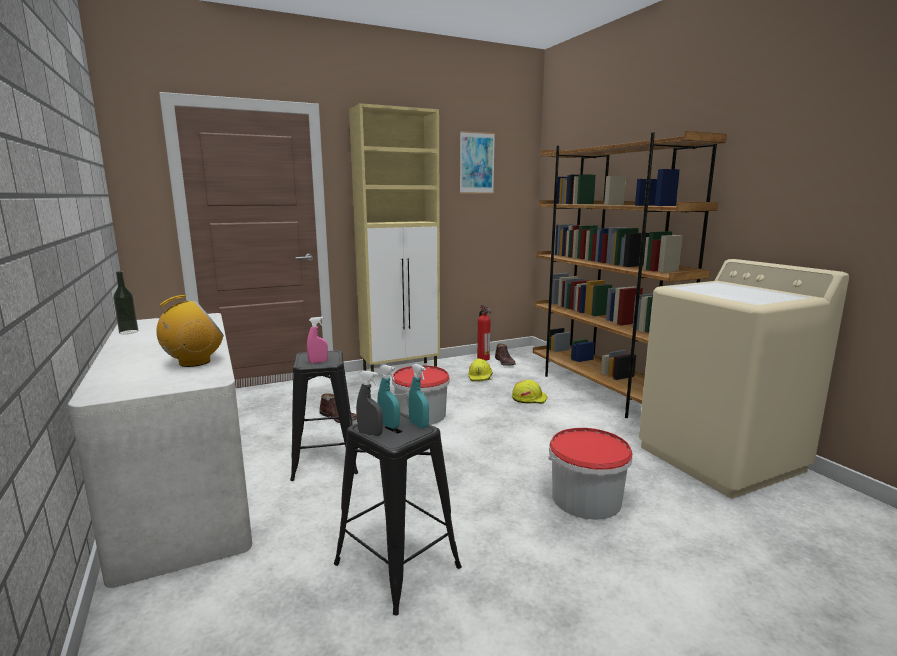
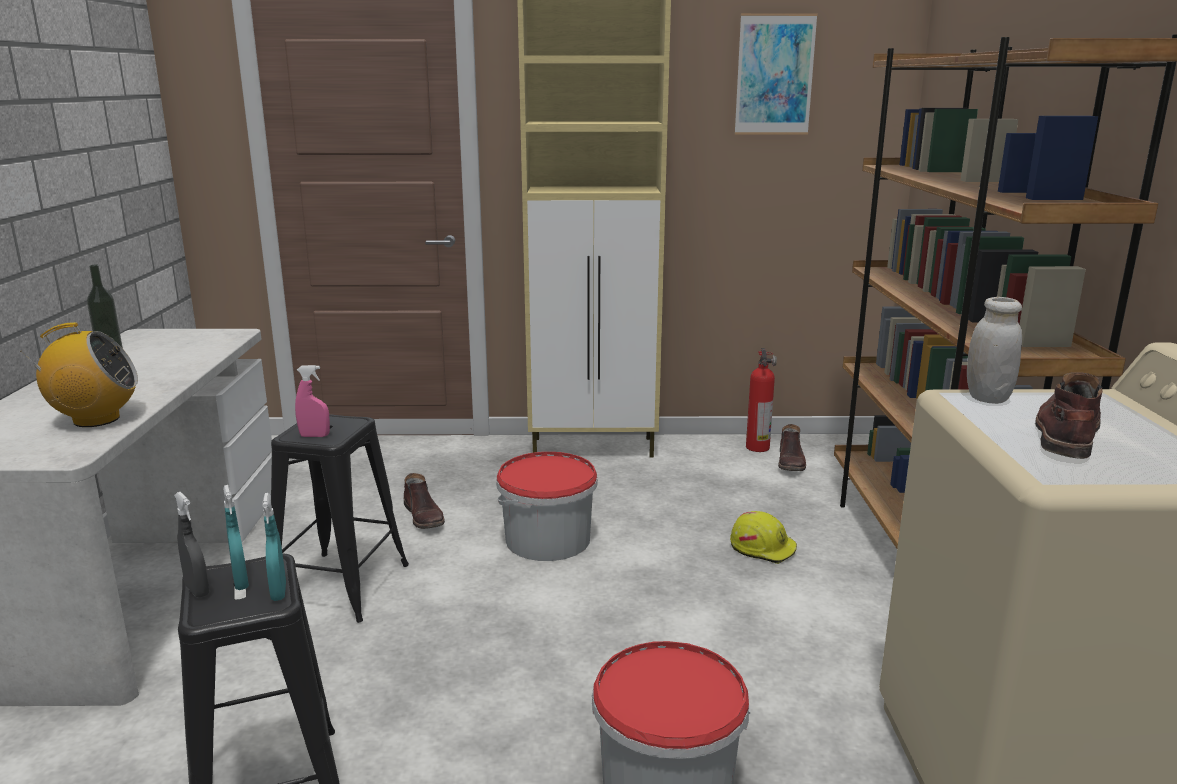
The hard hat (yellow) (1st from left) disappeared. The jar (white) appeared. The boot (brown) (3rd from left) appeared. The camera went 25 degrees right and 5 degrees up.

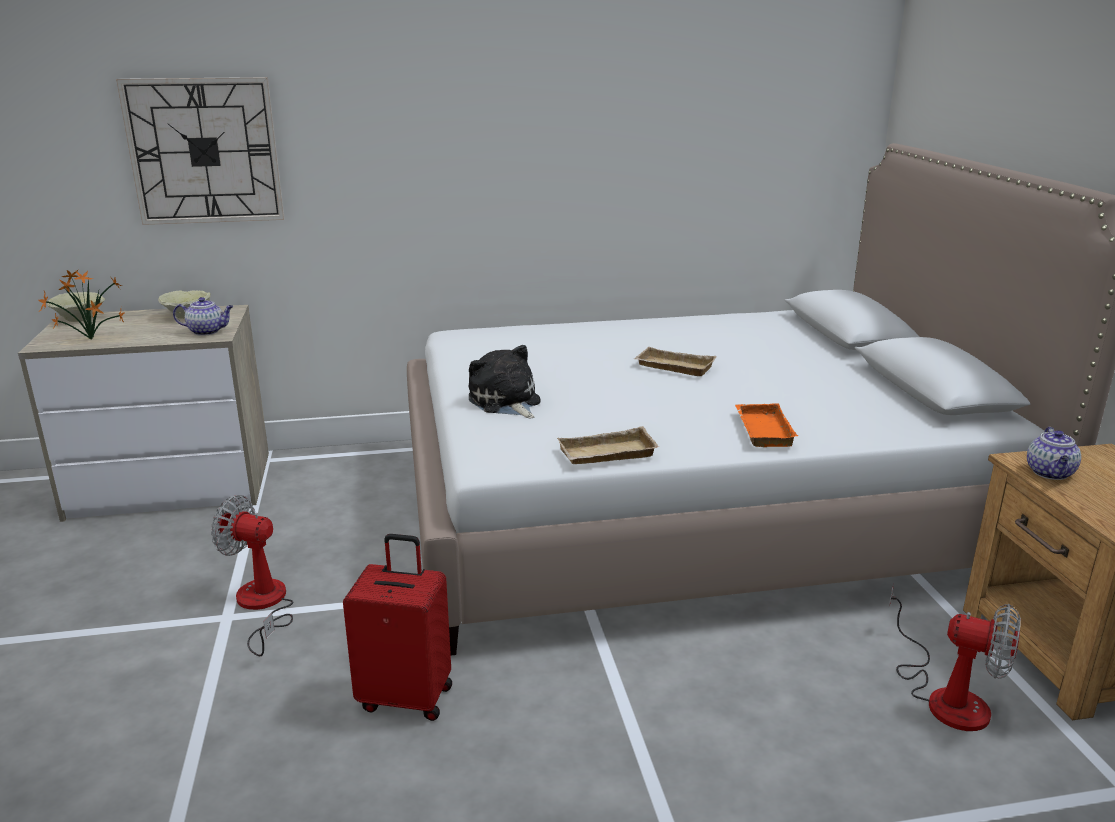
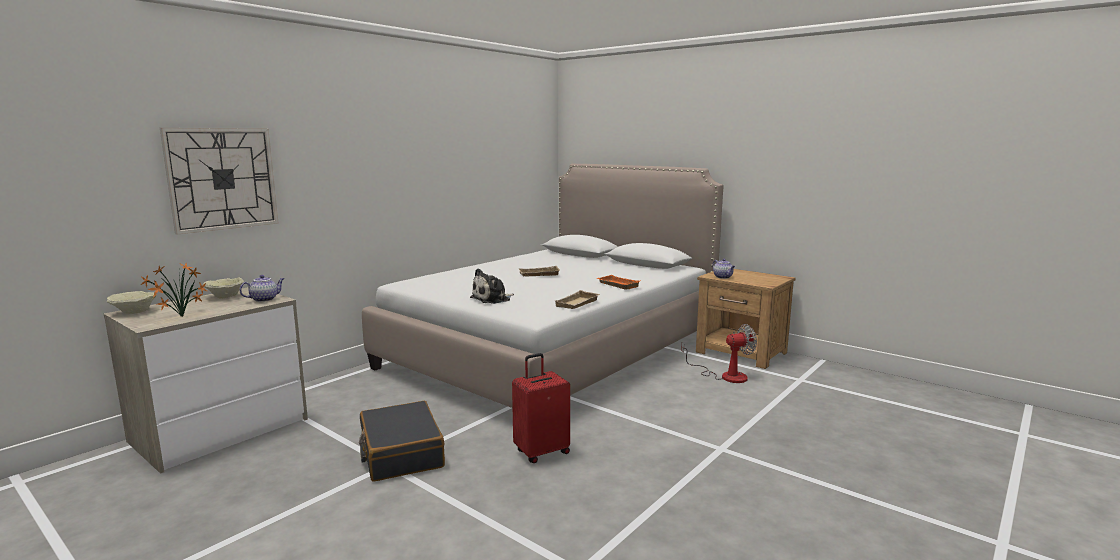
The plush toy turned 60 degrees counterclockwise. The fan (1st from left) was replaced by the suitcase (black). The camera went 40 degrees left and 10 degrees down.

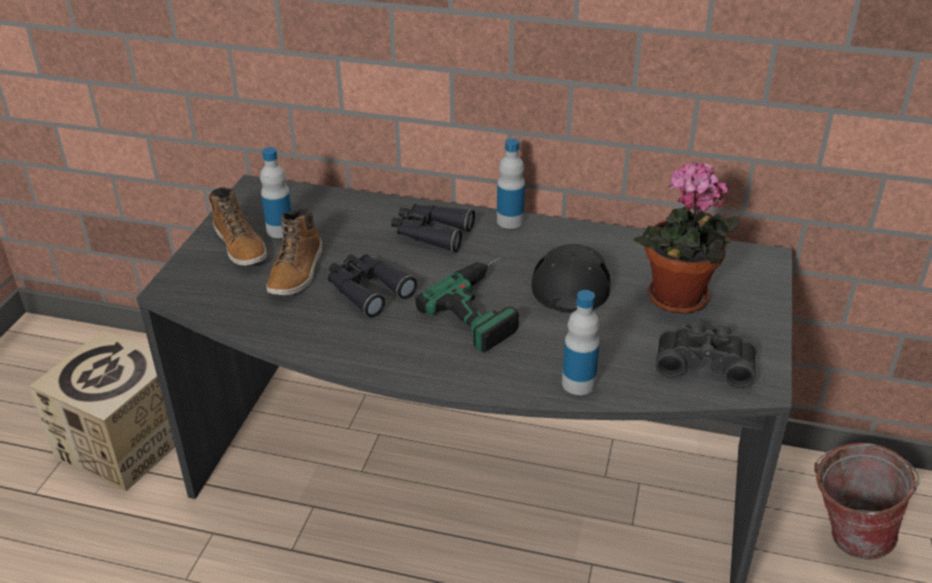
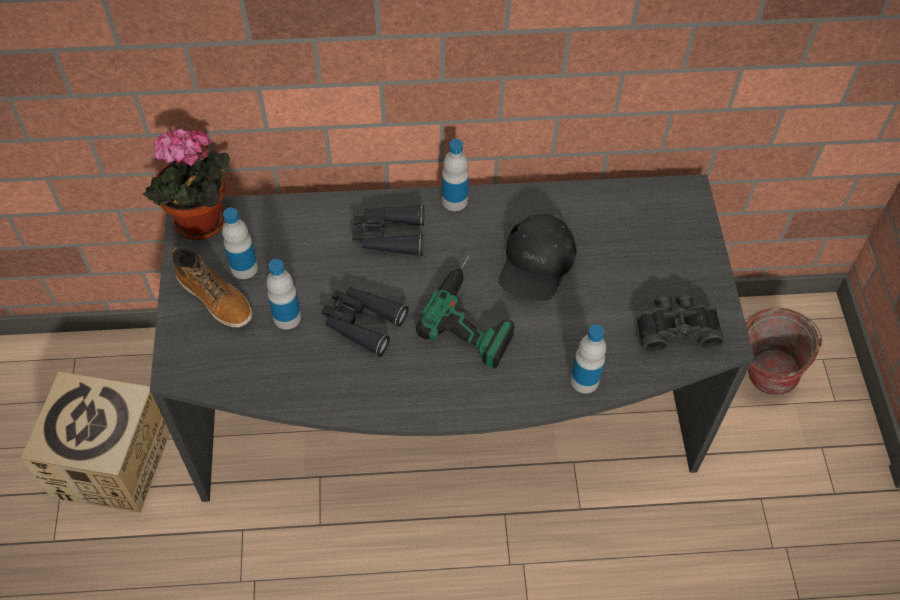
The potted plant moved. The boot (2nd from left) was replaced by the bottle (2nd from left). The cap (black) turned 150 degrees counterclockwise. The camera went 20 degrees left and 20 degrees up.

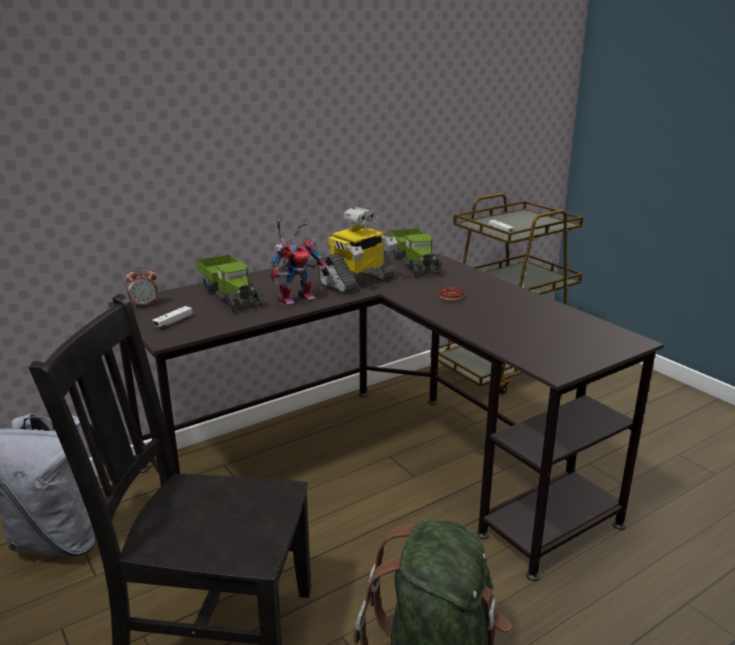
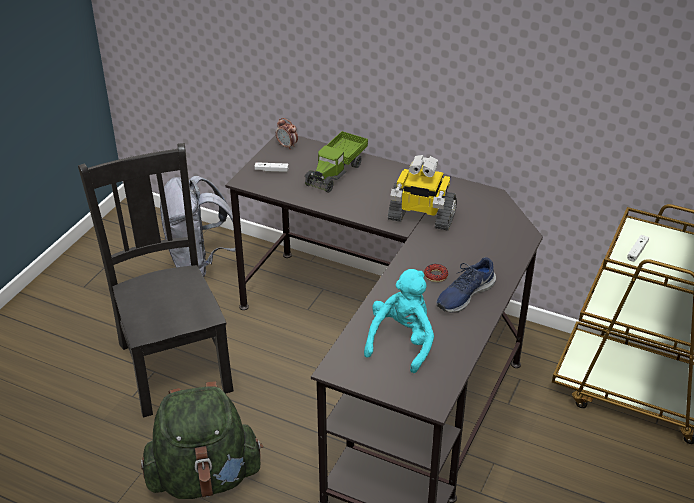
The toy robot (1st from left) disappeared. The toy truck (2nd from left) disappeared. The shoe (blue) appeared. The plush toy (turquoise) appeared. The camera went 60 degrees right and 15 degrees up.

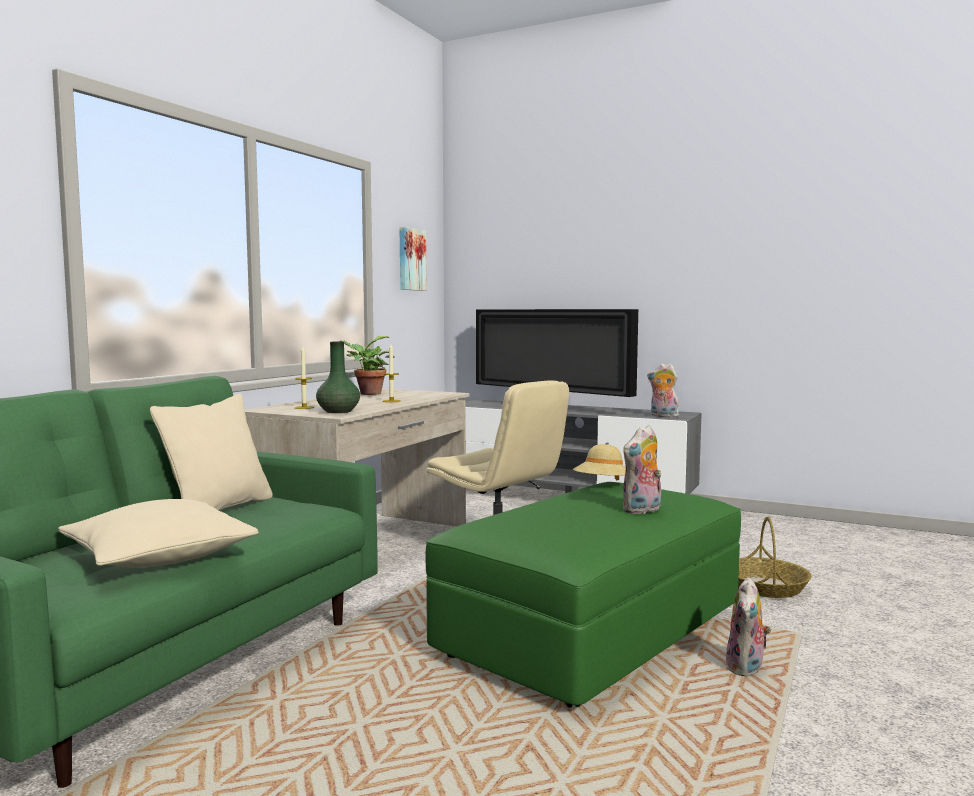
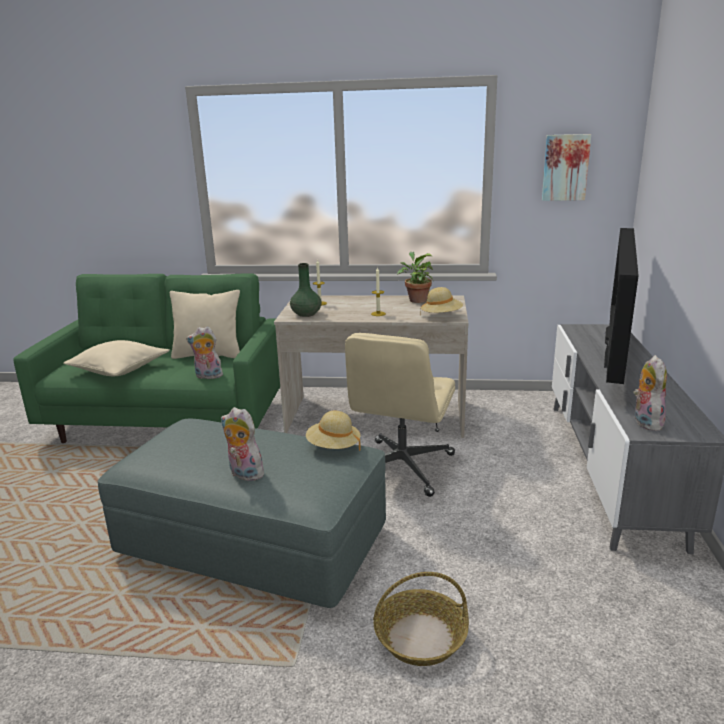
The ottoman (green) became the ottoman (grey). The plush toy (3rd from left in the first image) moved. The hat (beige) (2nd from left) appeared. The camera went 70 degrees right and 15 degrees up.

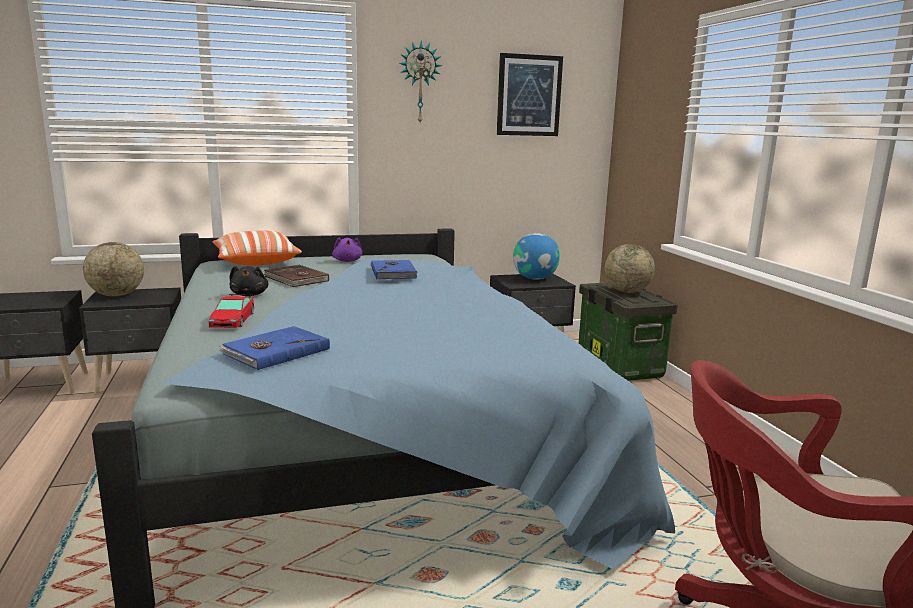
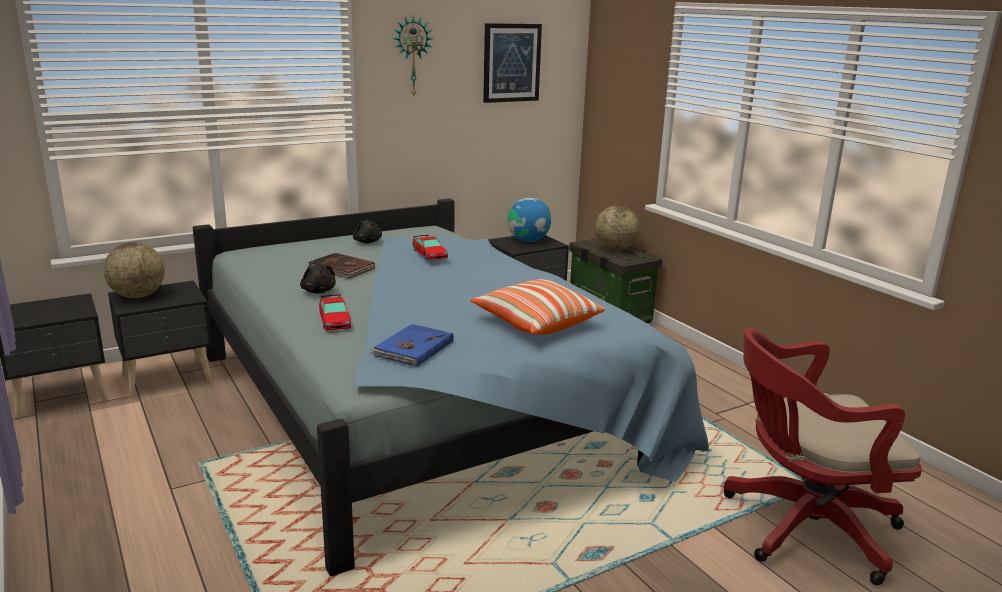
The pillow moved. The plush toy (purple) became the plush toy (black) (2nd from left). The book (blue) (2nd from left) was replaced by the toy car (2nd from left). The camera went 15 degrees left and 5 degrees up.

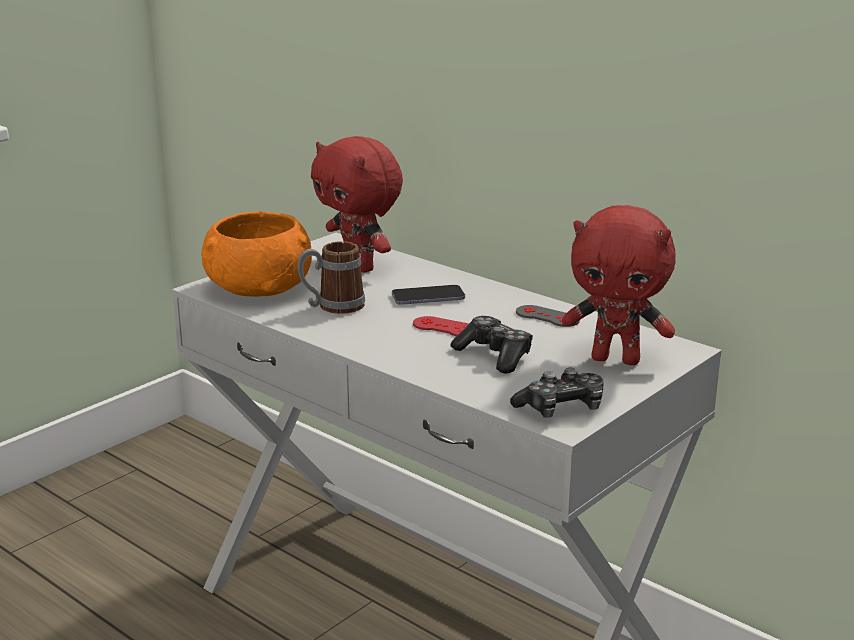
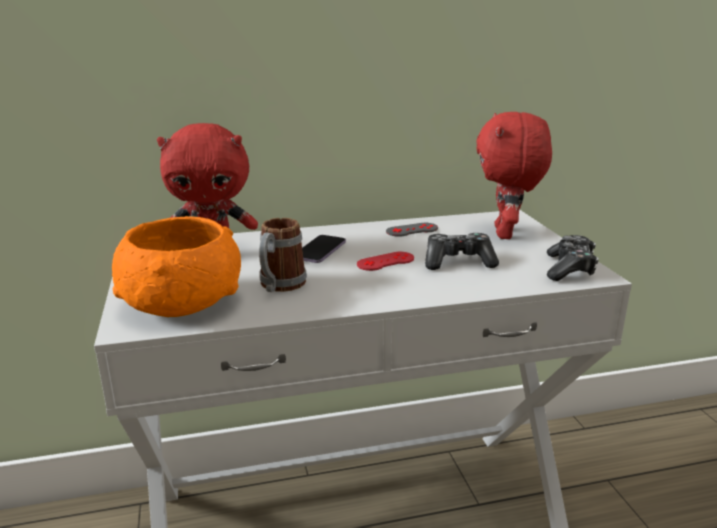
The plush toy (red) (2nd from left) turned 135 degrees clockwise. The camera went 55 degrees left and 0 degrees up.

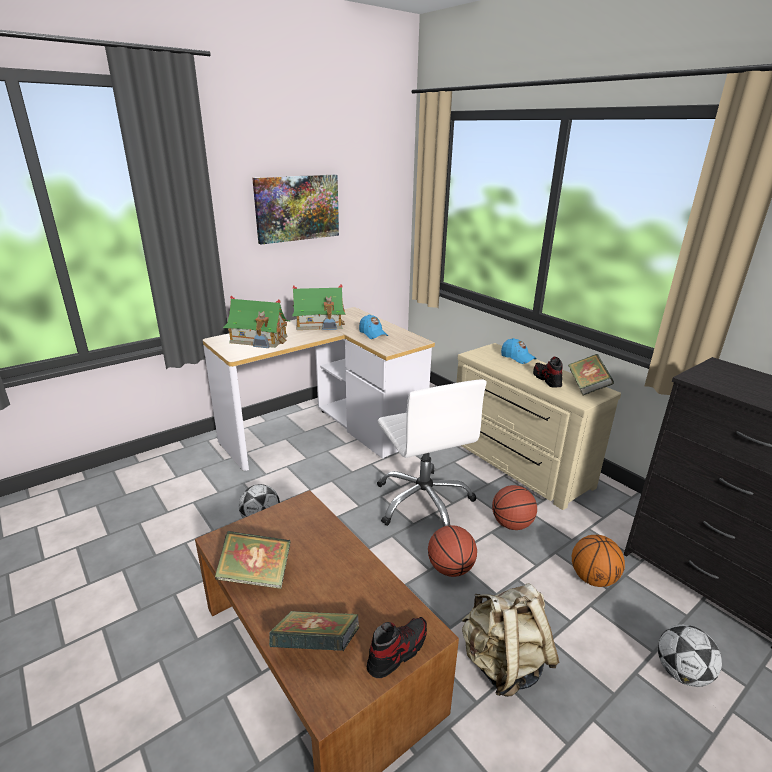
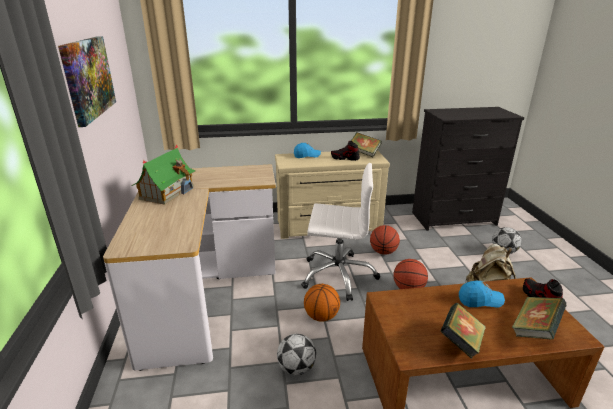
The toy house (1st from left) disappeared. The cap (blue) (1st from left in the first image) moved. The basketball (3rd from left in the first image) moved. The camera went 60 degrees left and 0 degrees up.

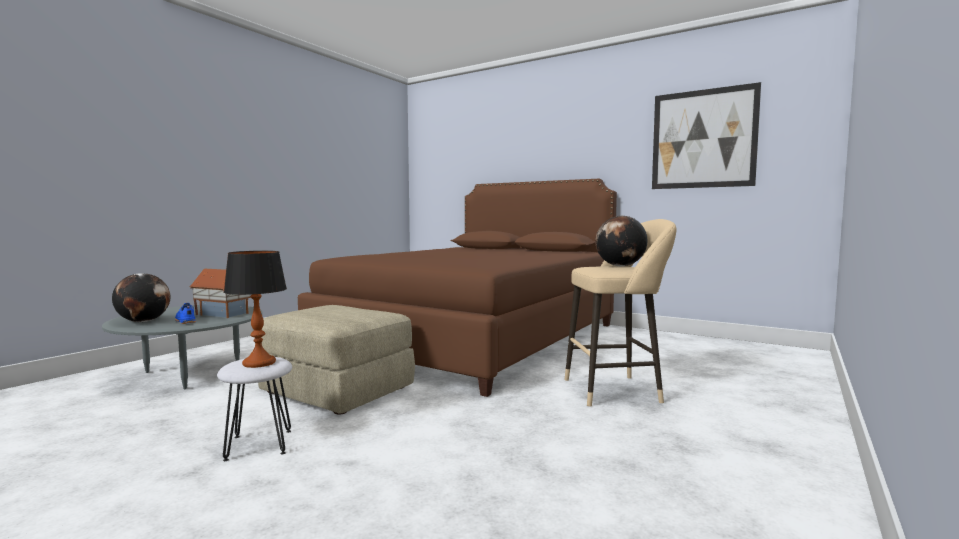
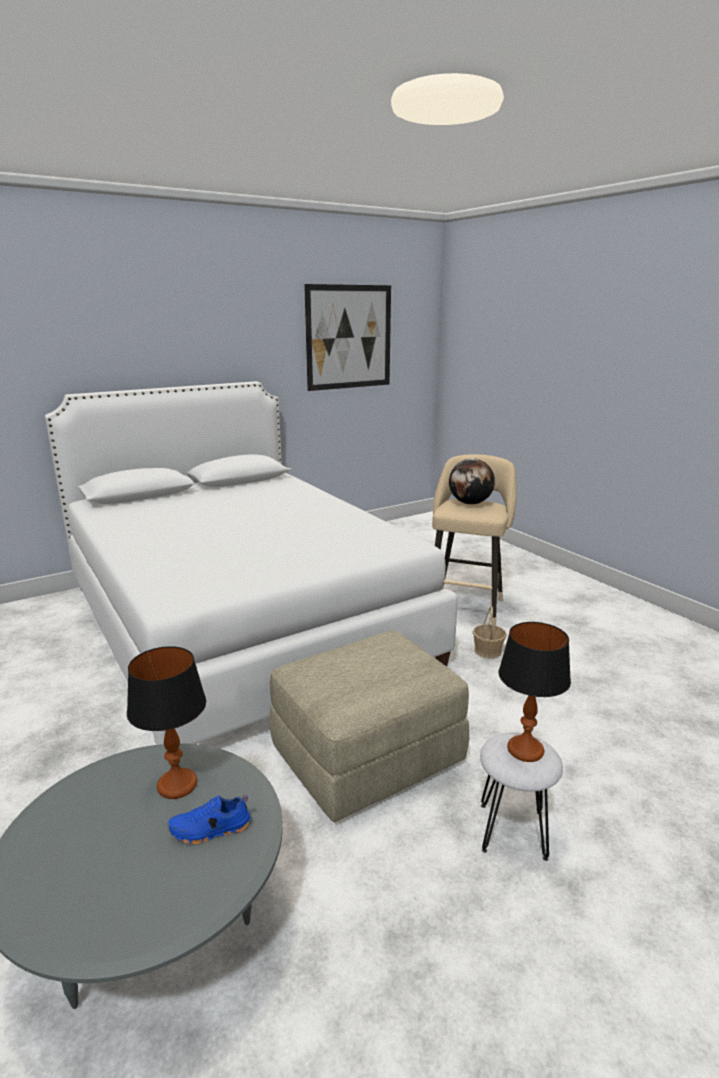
The bed (brown) became the bed (white). The toy house was replaced by the table lamp (1st from left). The globe (1st from left) disappeared. The basket appeared. The camera went 65 degrees left and 15 degrees up.

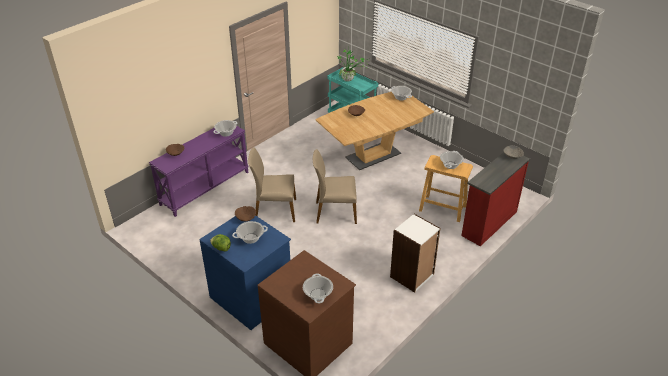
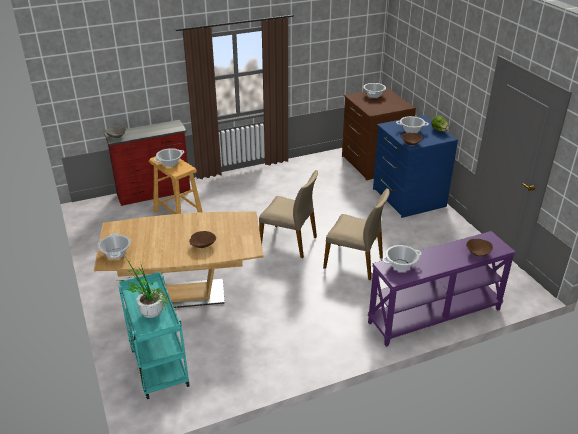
The bookcase (white) disappeared. The camera went 155 degrees left and 5 degrees down.

